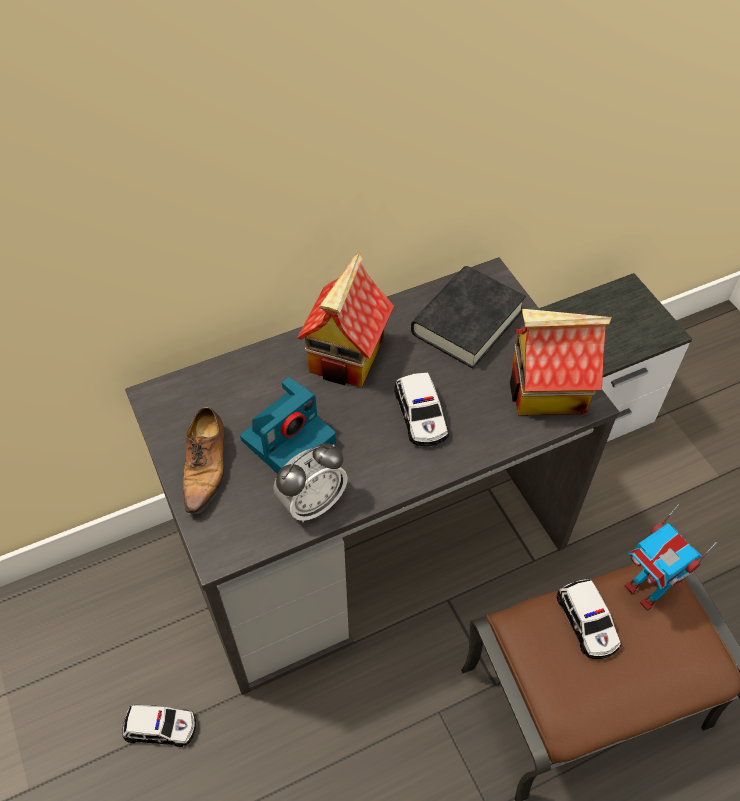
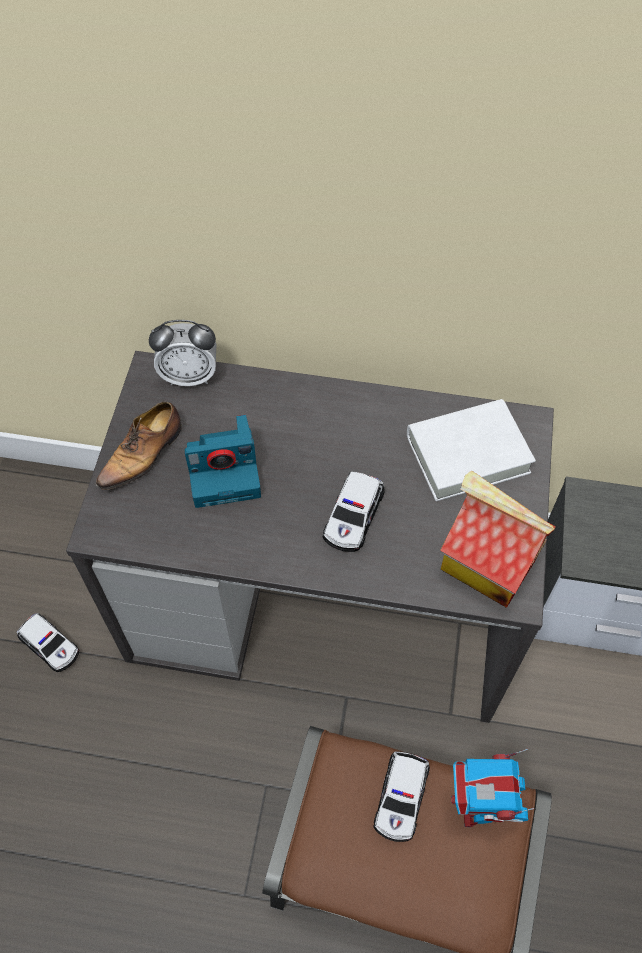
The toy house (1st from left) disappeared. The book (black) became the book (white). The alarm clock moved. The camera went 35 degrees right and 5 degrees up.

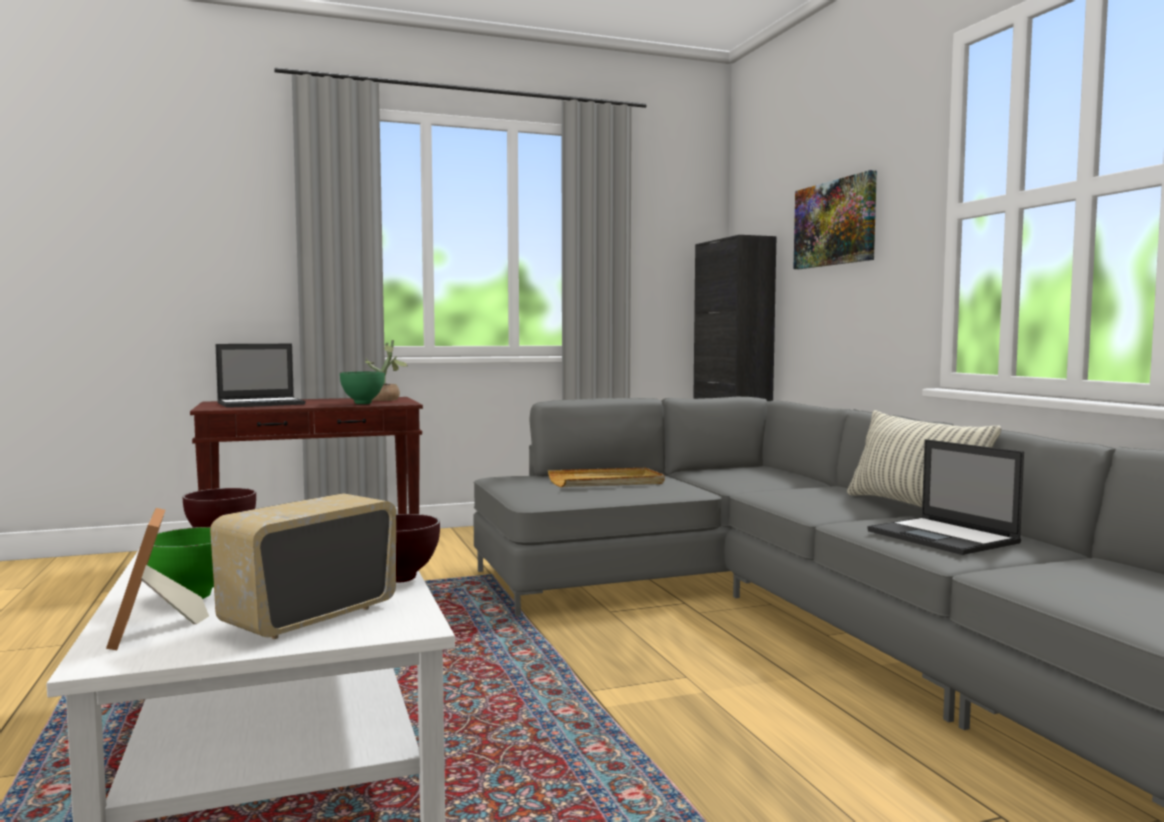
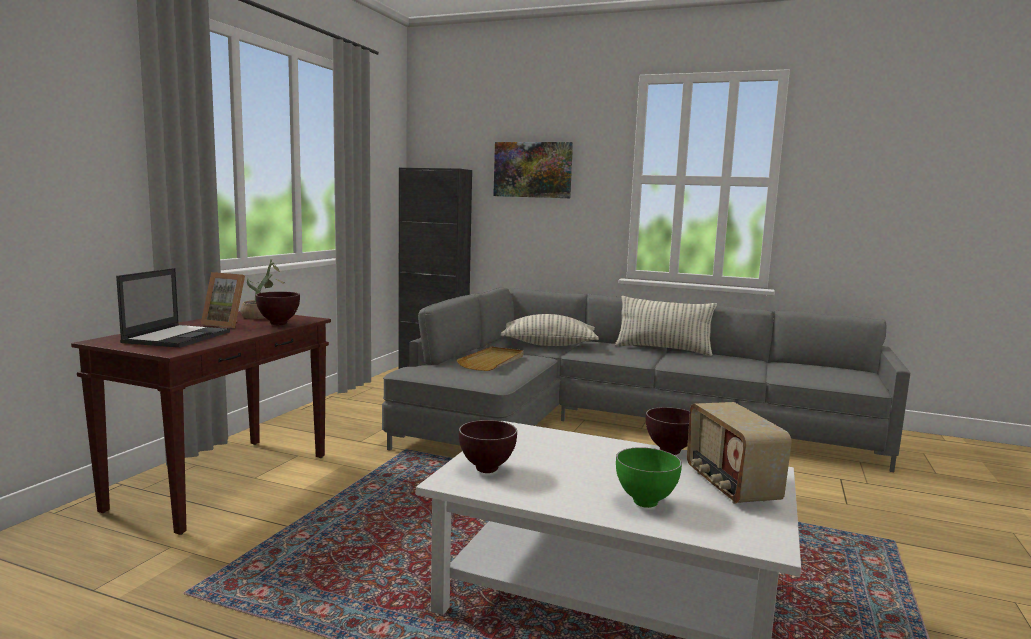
The bowl (green) (2nd from left) became the bowl (brown) (1st from left). The laptop (2nd from left) disappeared. The picture frame moved. The pillow (1st from left) appeared. The camera went 50 degrees left and 5 degrees up.

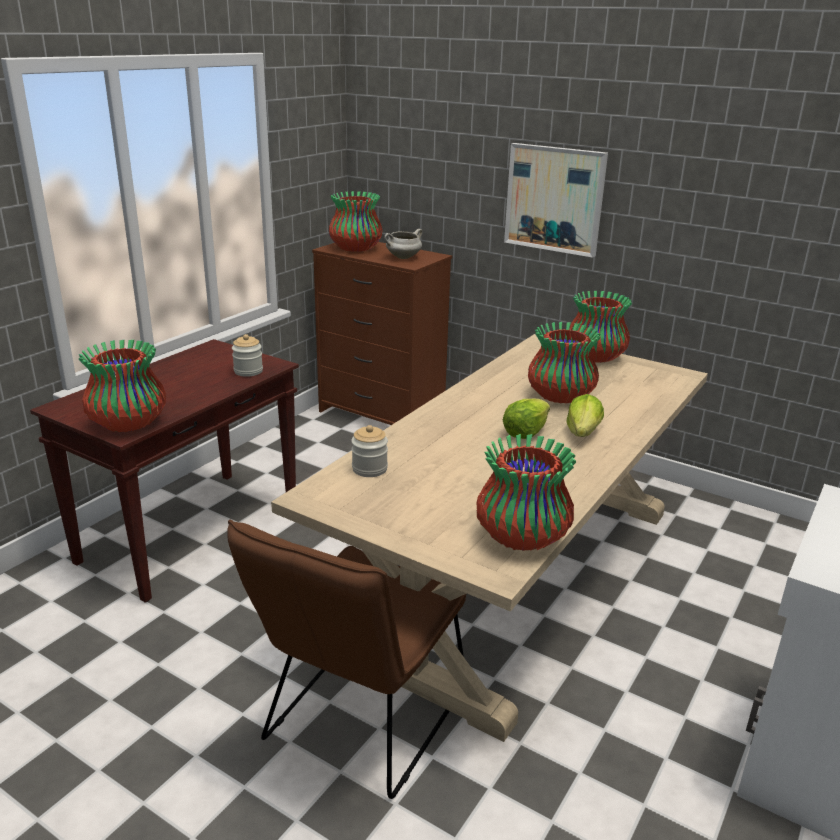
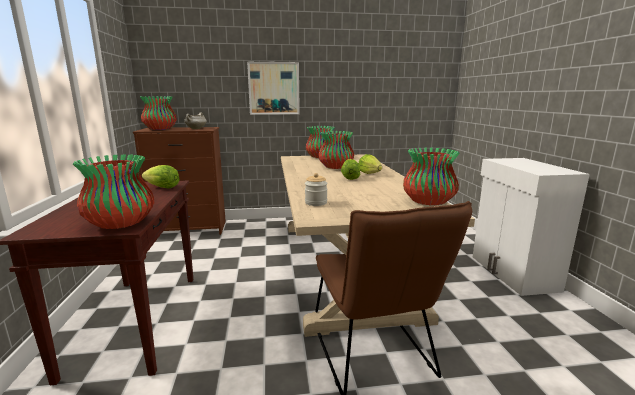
The jar (1st from left) was replaced by the lettuce (1st from left). The camera went 40 degrees left and 10 degrees down.

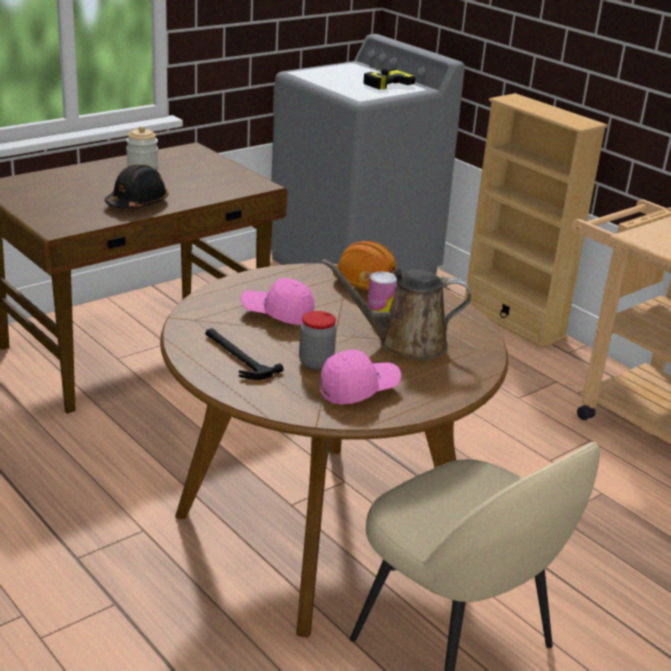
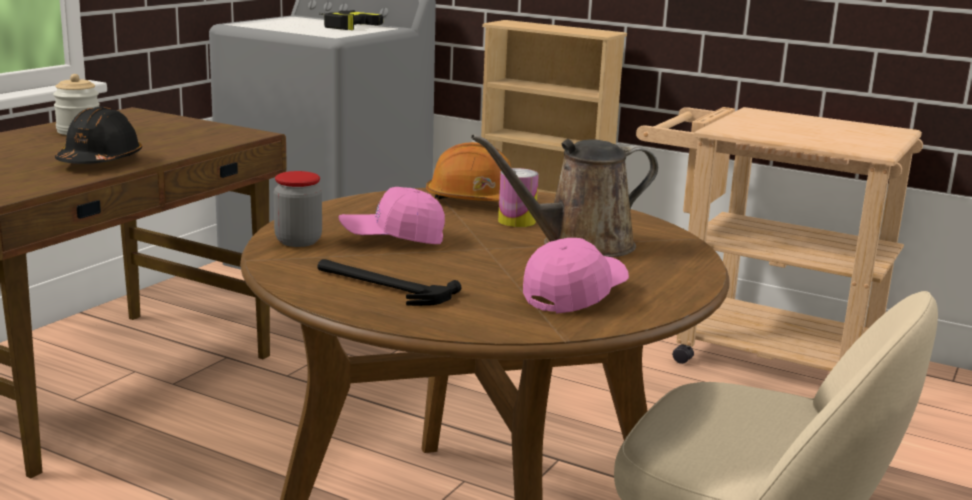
The jar (2nd from left) moved. The camera went 20 degrees left and 10 degrees down.

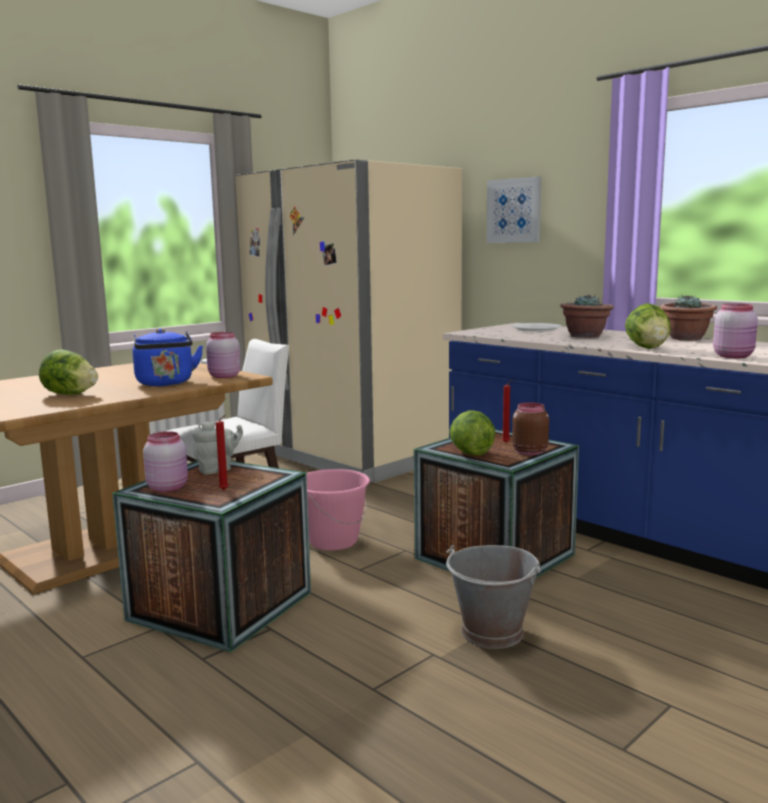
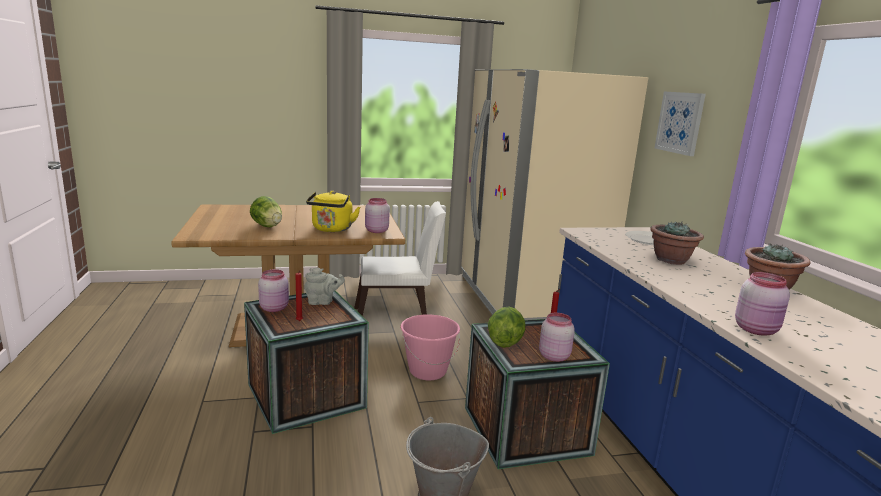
The lettuce (3rd from left) disappeared. The kettle (blue) became the kettle (yellow). The jar (brown) became the jar (pink) (3rd from left). The camera went 30 degrees right and 5 degrees up.

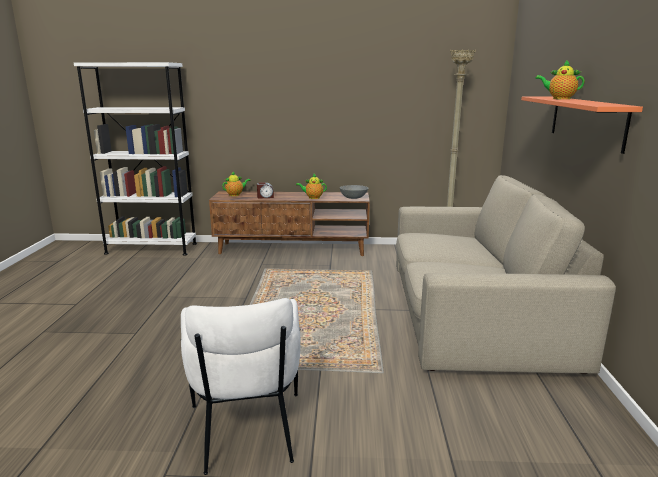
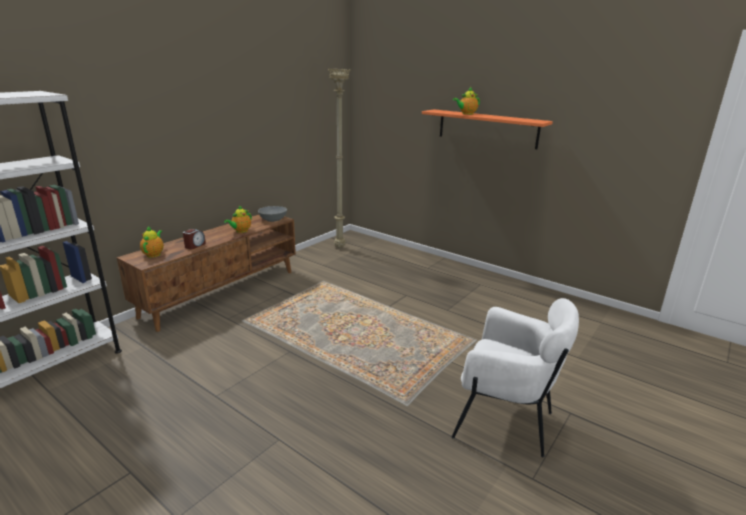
The sofa (beige) disappeared. The camera went 55 degrees left and 5 degrees up.

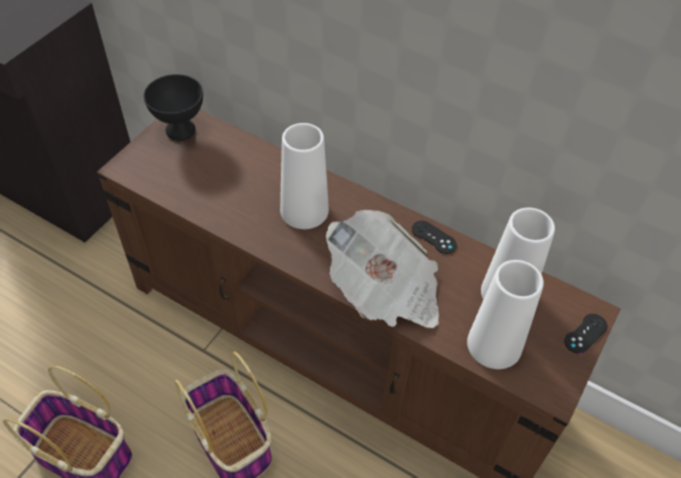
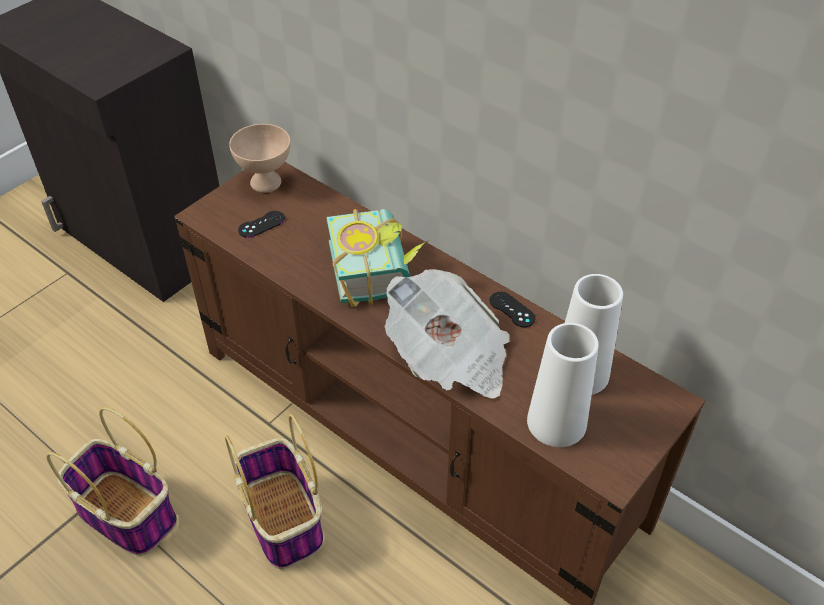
The bowl (black) became the bowl (beige). The vase (white) (1st from left) was replaced by the book. The game controller (black) (2nd from left in the first image) moved. The camera went 10 degrees right and 5 degrees down.

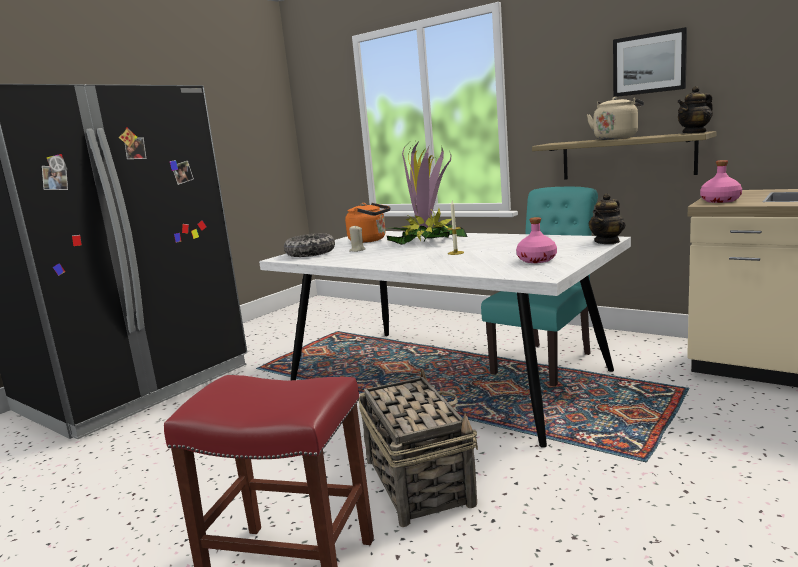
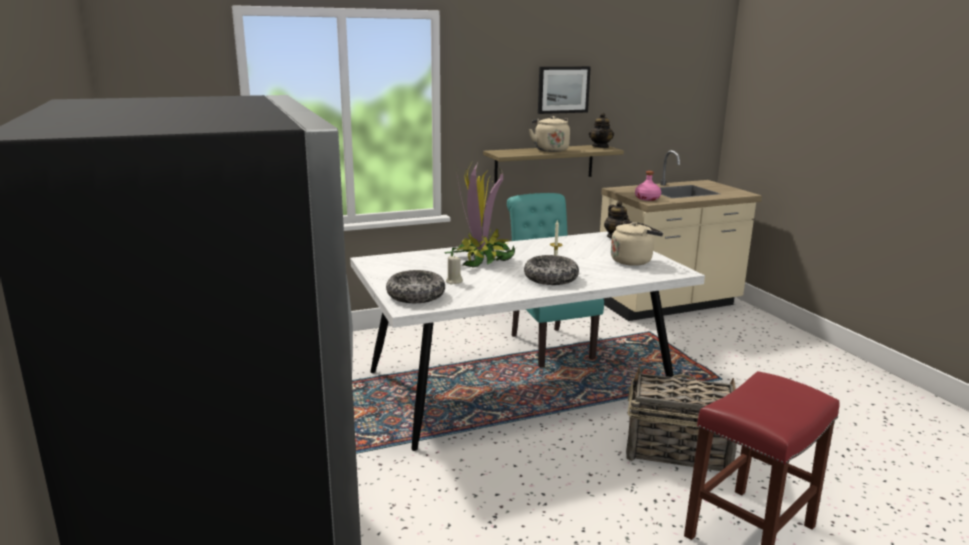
The kettle (orange) disappeared. The bottle (pink) (1st from left) was replaced by the kettle (beige) (2nd from left). The bowl (2nd from left) appeared. The camera went 60 degrees left and 5 degrees up.

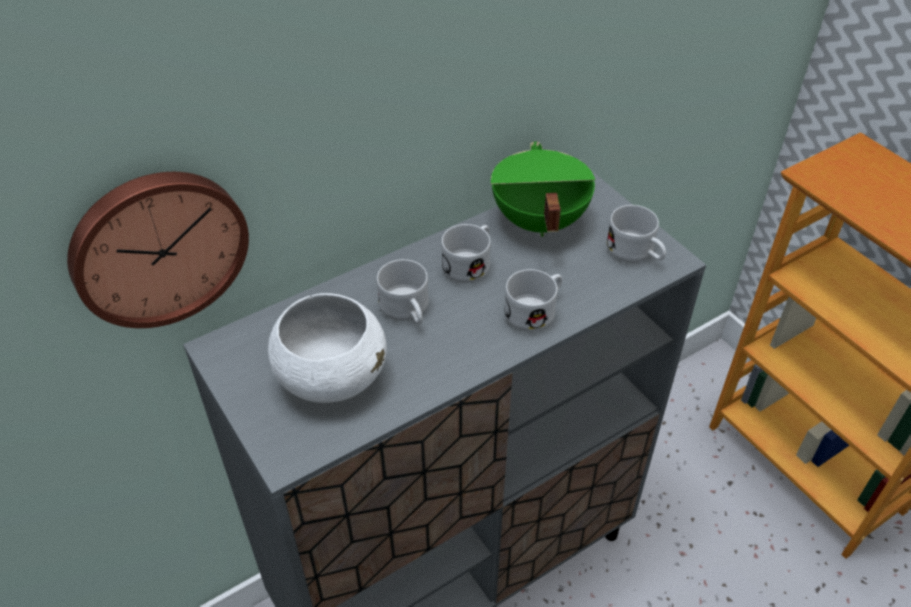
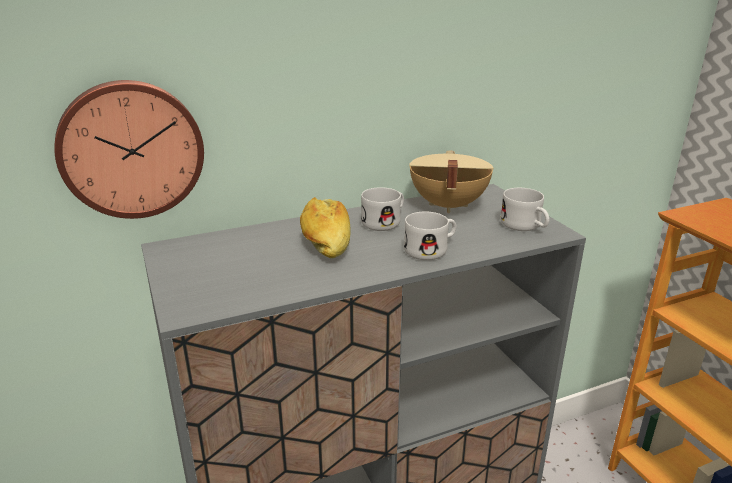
The cooking pot (green) became the cooking pot (beige). The mug (white) (1st from left) was replaced by the bread. The bowl (white) disappeared. The camera went 10 degrees right and 20 degrees down.

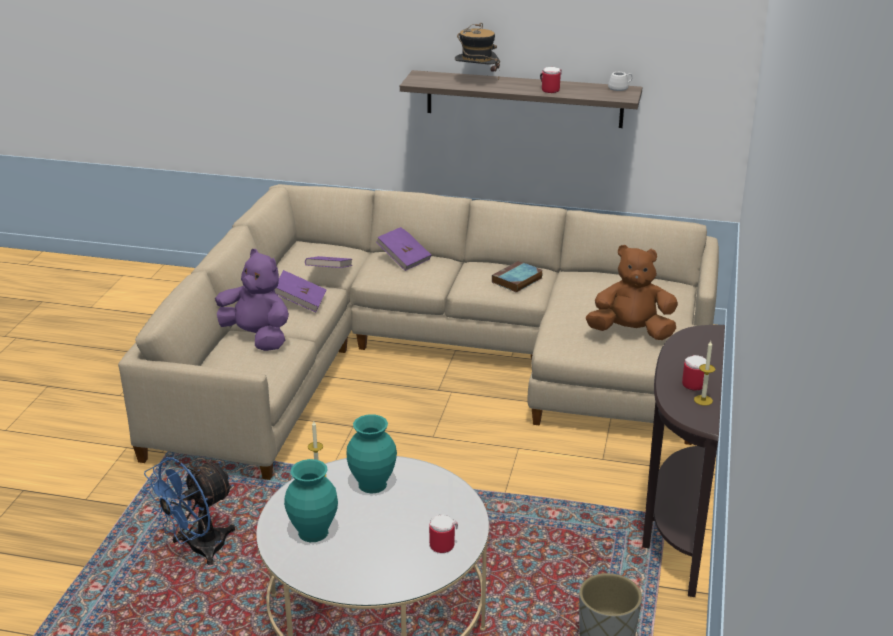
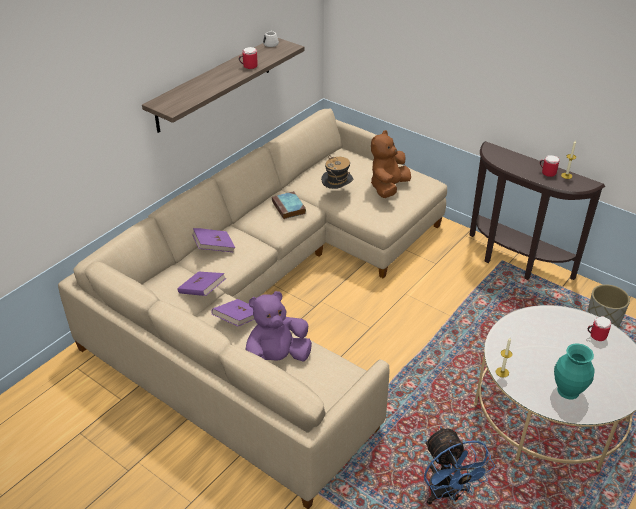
The hat moved. The vase (turquoise) (2nd from left) disappeared. The camera went 65 degrees left and 10 degrees up.

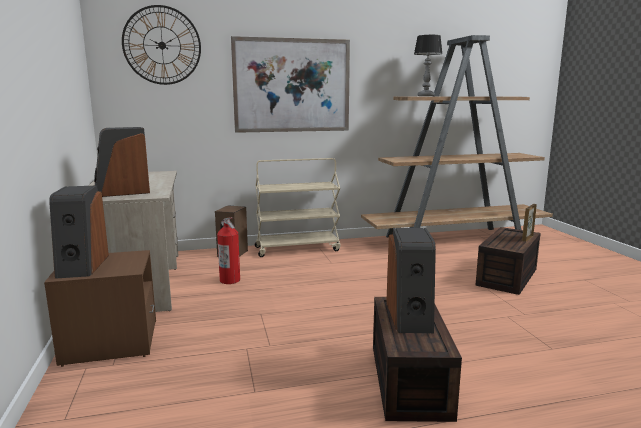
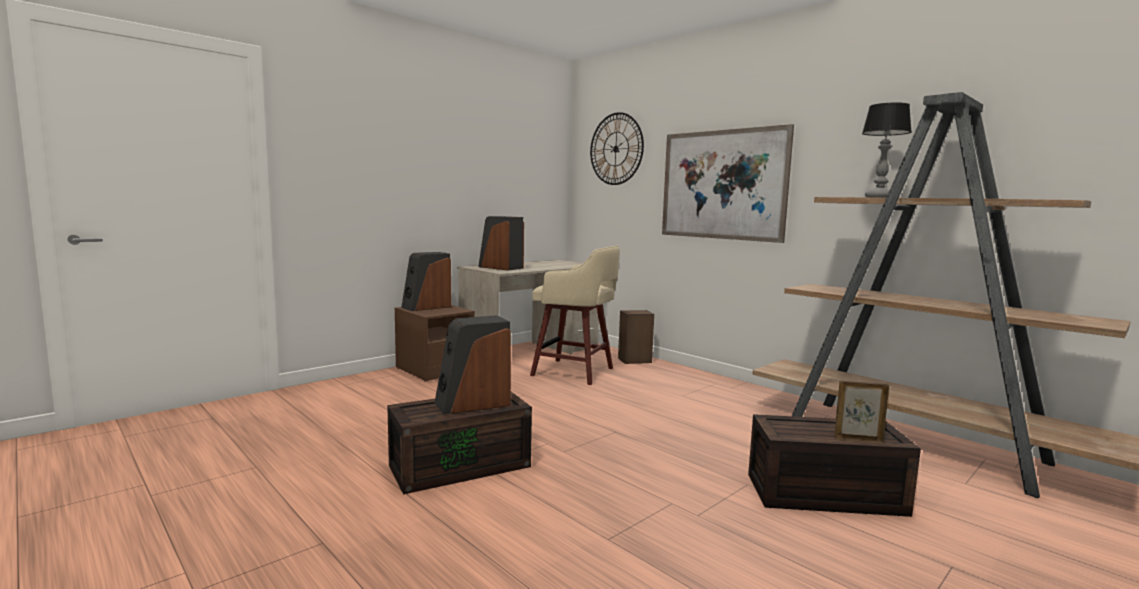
The cart (beige) disappeared. The fire extinguisher was replaced by the stool (beige). The camera went 60 degrees right and 5 degrees down.

